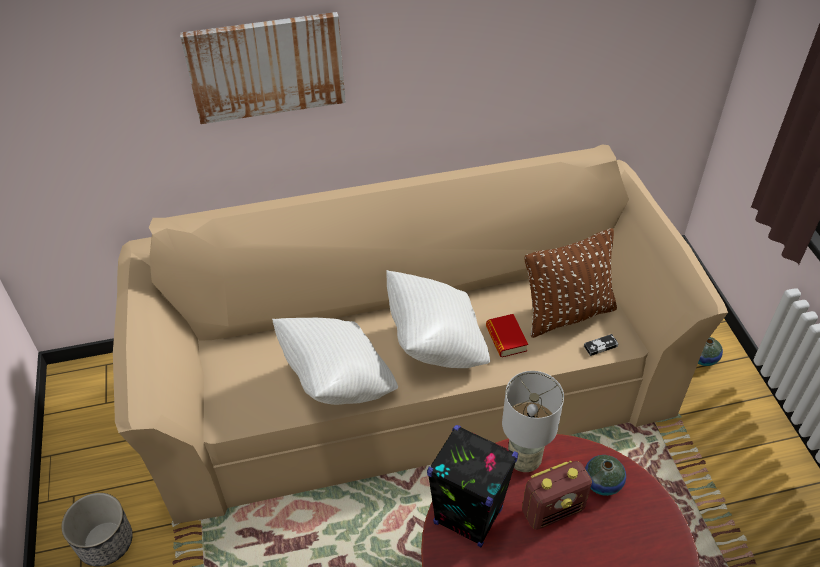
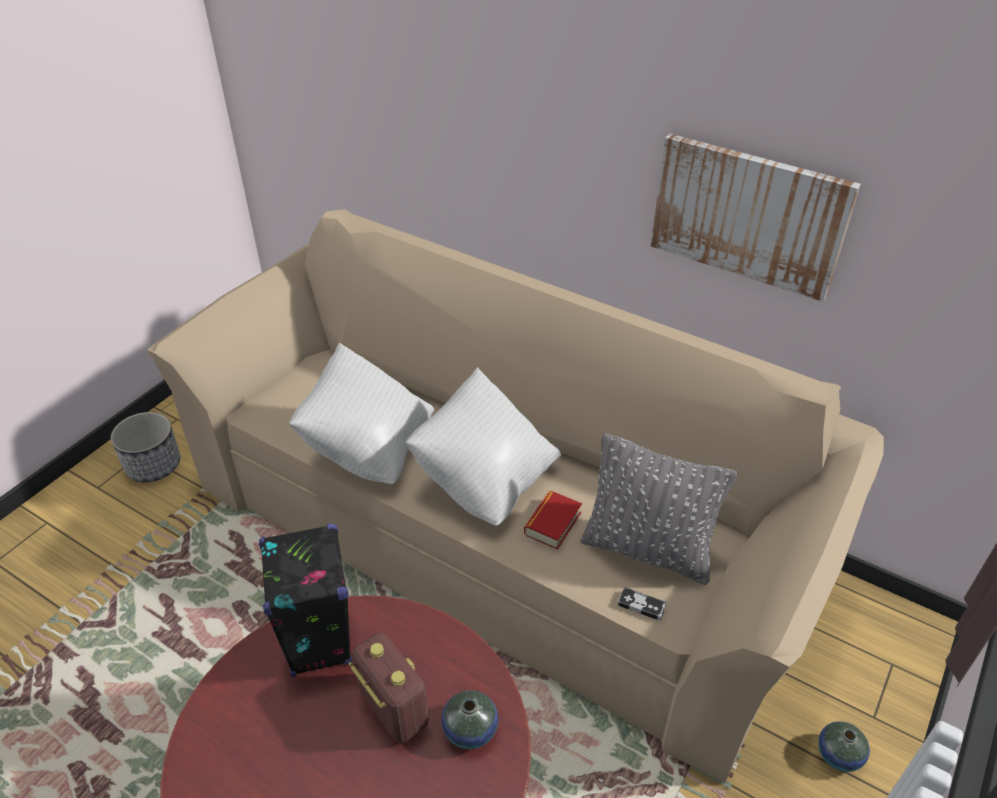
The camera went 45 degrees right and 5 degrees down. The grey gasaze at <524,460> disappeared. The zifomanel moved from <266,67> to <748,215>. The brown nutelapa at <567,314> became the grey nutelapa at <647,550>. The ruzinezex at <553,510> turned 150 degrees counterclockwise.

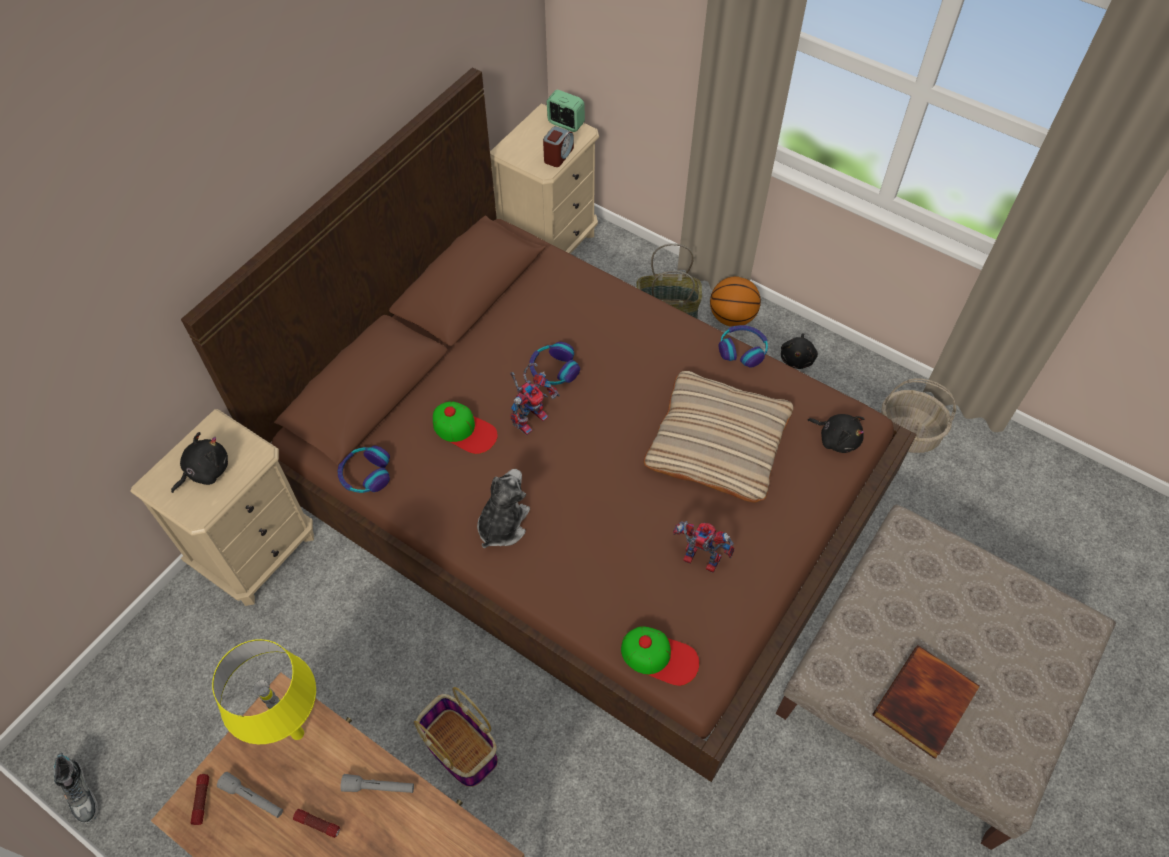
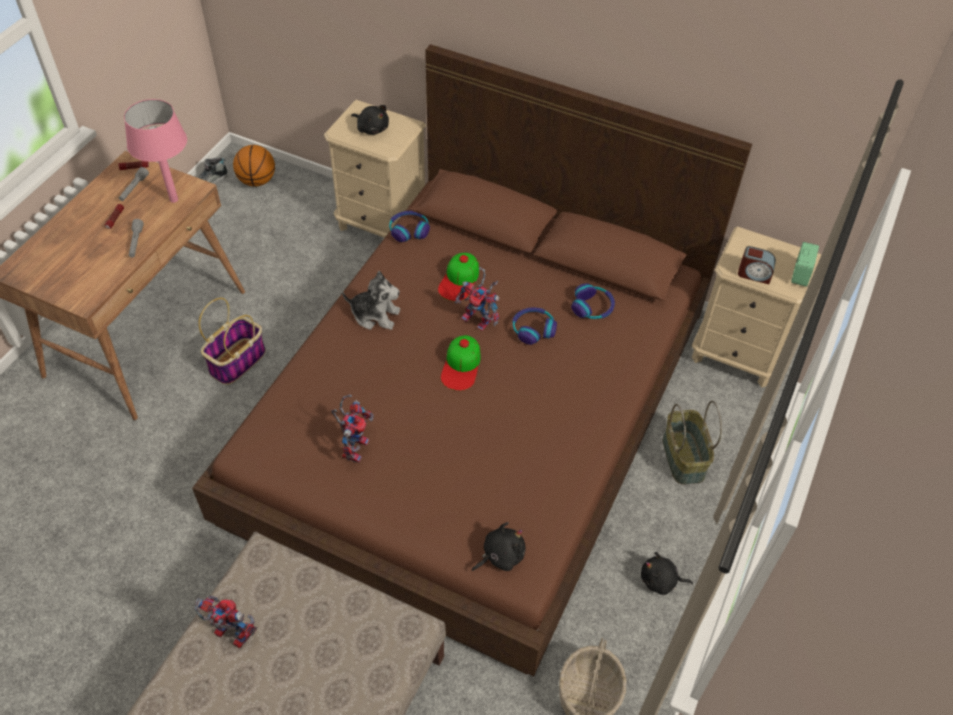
The camera went 80 degrees right and 5 degrees down. The beige nutelapa at <718,442> disappeared. The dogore moved from <659,657> to <461,366>. The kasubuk moved from <731,317> to <257,181>. The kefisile moved from <742,350> to <592,307>. The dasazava at <925,704> was replaced by the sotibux at <229,634>. The yellow gasaze at <297,732> became the pink gasaze at <174,199>. The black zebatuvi at <836,439> turned 150 degrees counterclockwise.

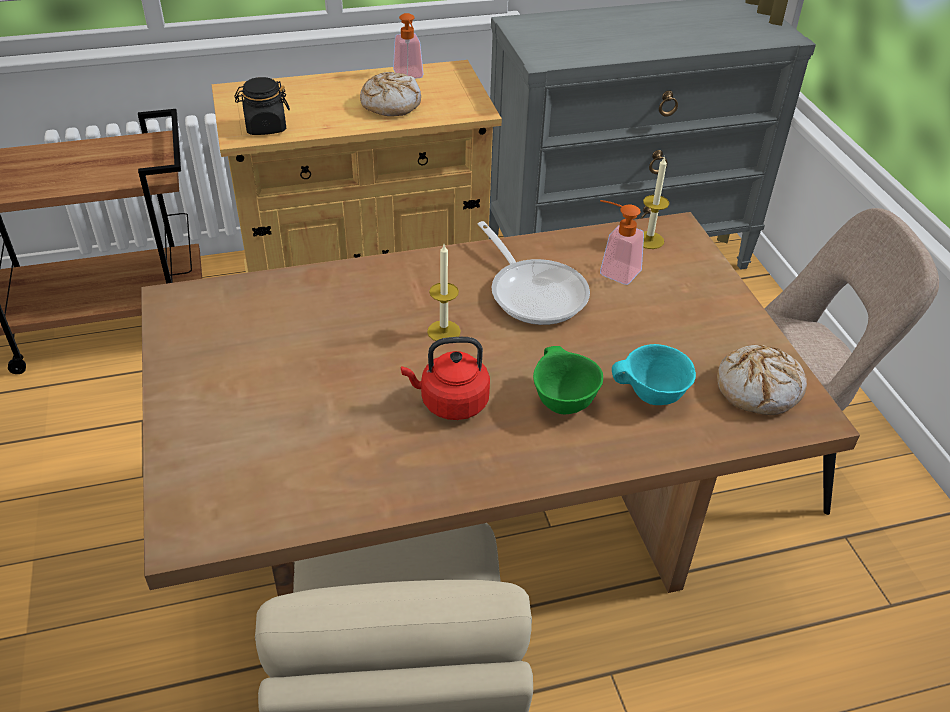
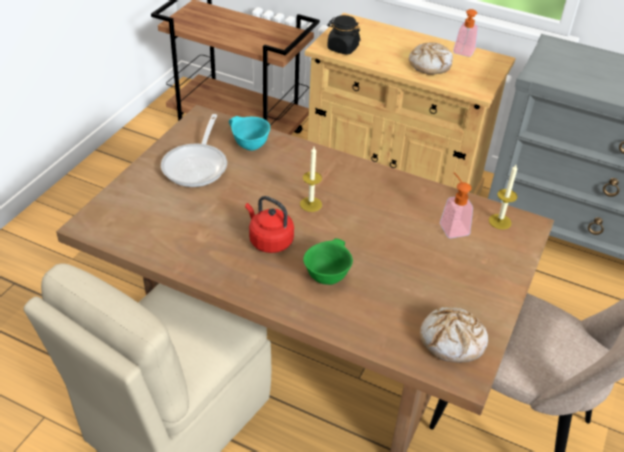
The camera went 40 degrees right and 0 degrees up. The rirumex moved from <534,292> to <197,165>. The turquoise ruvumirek moved from <652,396> to <249,145>.

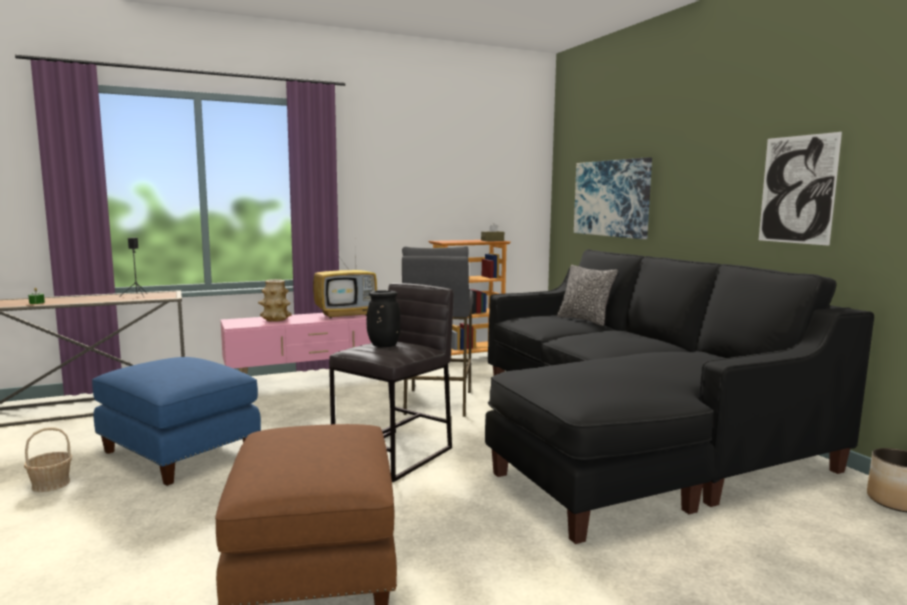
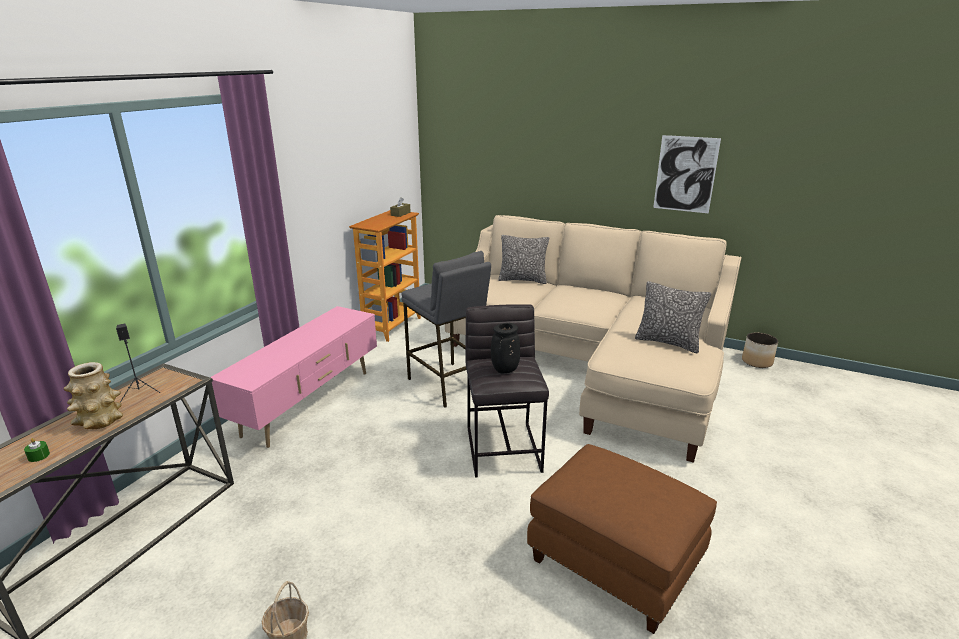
The camera went 40 degrees left and 15 degrees up. The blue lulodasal at <178,453> disappeared. The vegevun at <346,314> disappeared. The zifomanel at <611,198> disappeared. The nutelapa at <668,342> appeared. The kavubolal moved from <275,319> to <100,421>. The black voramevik at <625,430> became the beige voramevik at <594,362>.

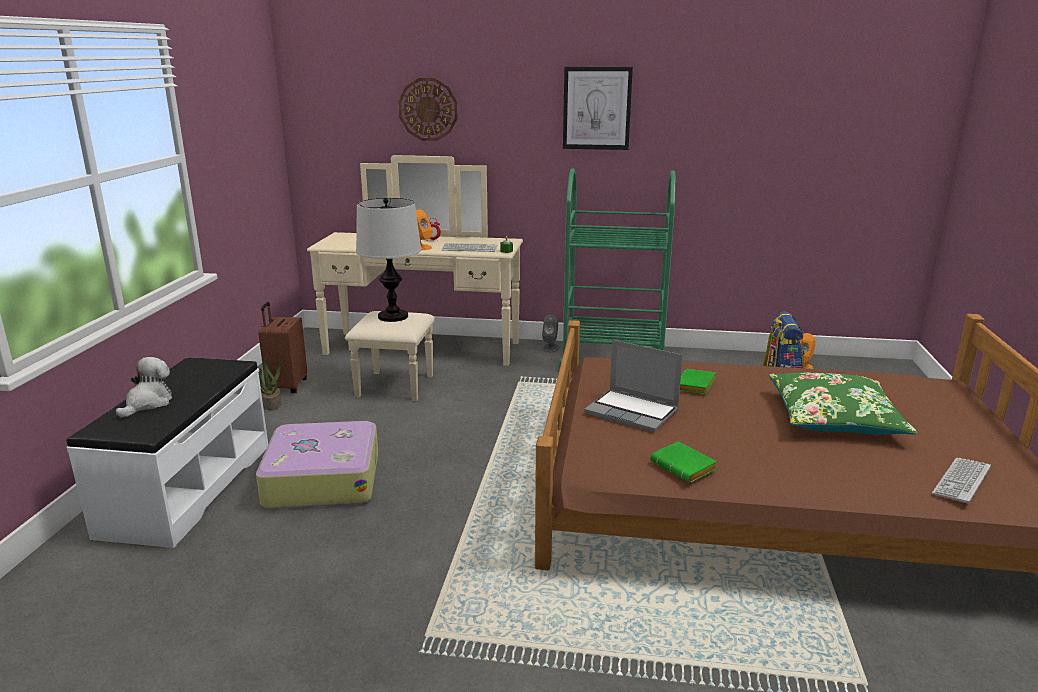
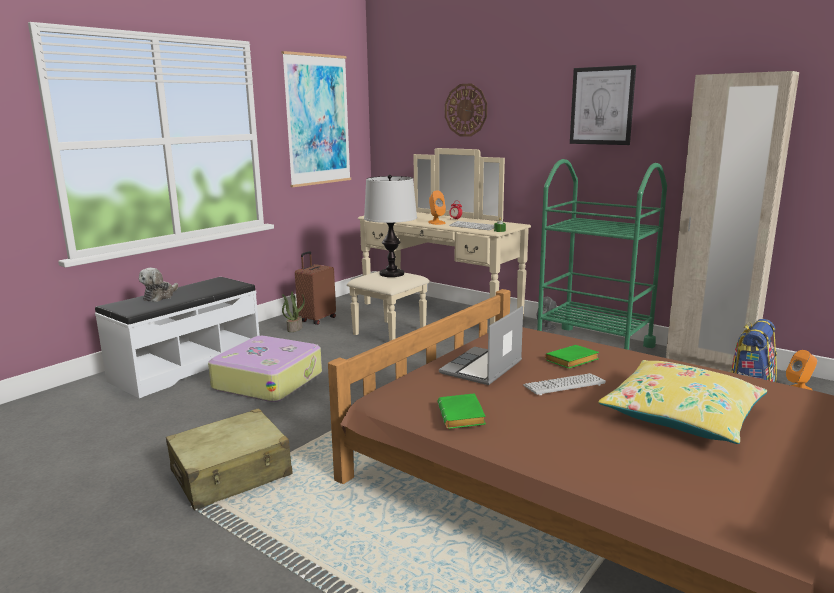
The camera went 30 degrees right and 5 degrees down. The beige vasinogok at <231,474> appeared. The zifomanel at <317,120> appeared. The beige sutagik at <709,363> appeared. The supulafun moved from <961,481> to <564,385>. The green nutelapa at <834,418> became the yellow nutelapa at <682,415>. The zebatuvi at <148,403> turned 150 degrees clockwise. The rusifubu at <633,412> turned 60 degrees clockwise.

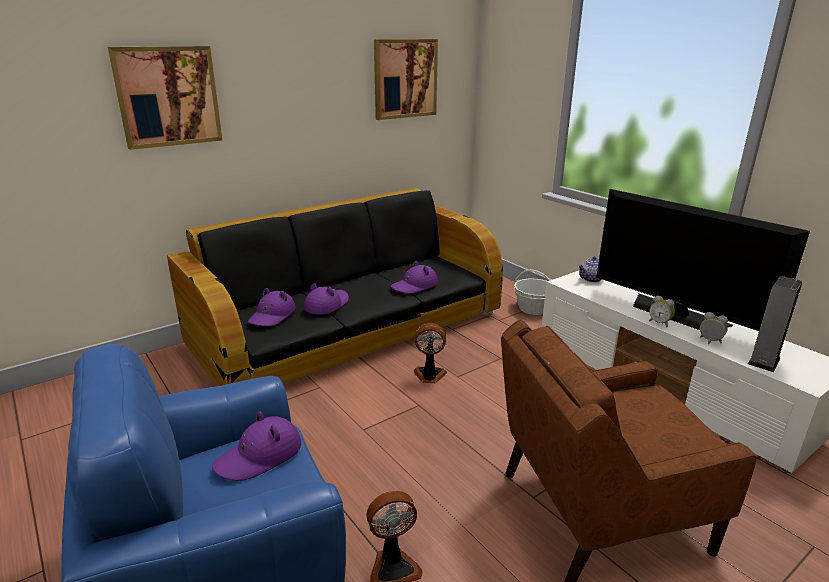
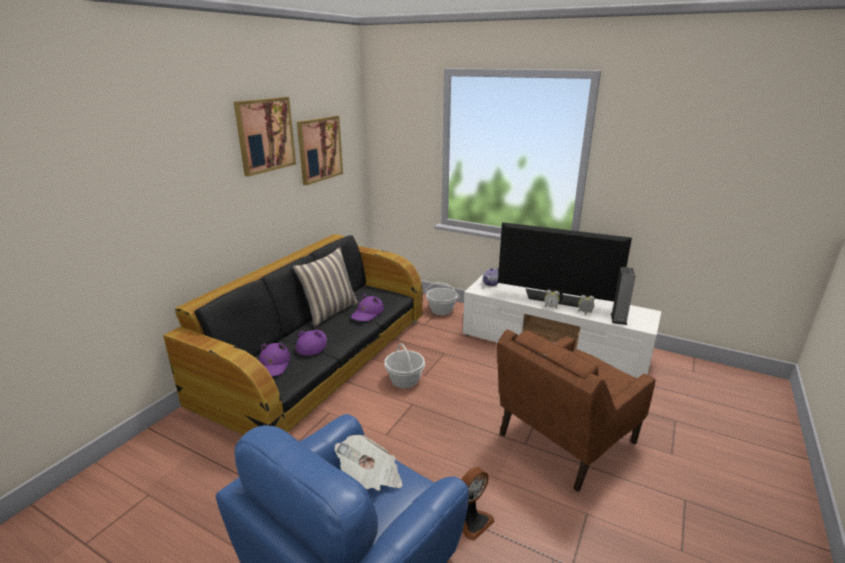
The camera went 25 degrees left and 0 degrees up. The nutelapa at <330,311> appeared. The zifomanel moved from <168,96> to <265,135>. The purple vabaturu at <259,456> was replaced by the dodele at <371,477>. The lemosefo at <429,376> was replaced by the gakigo at <404,380>.

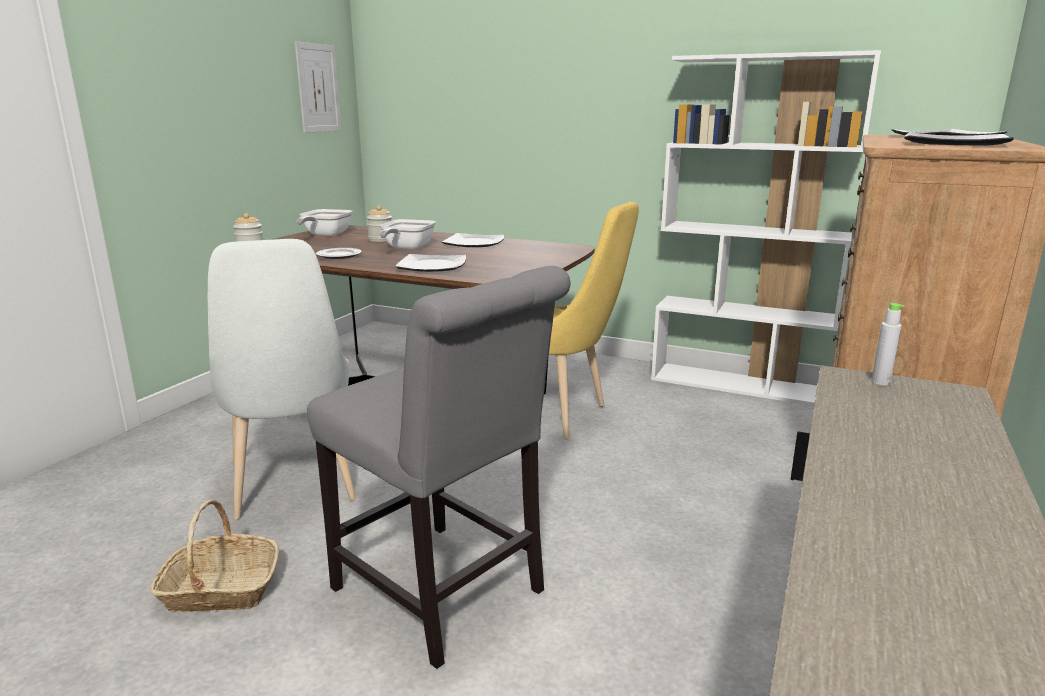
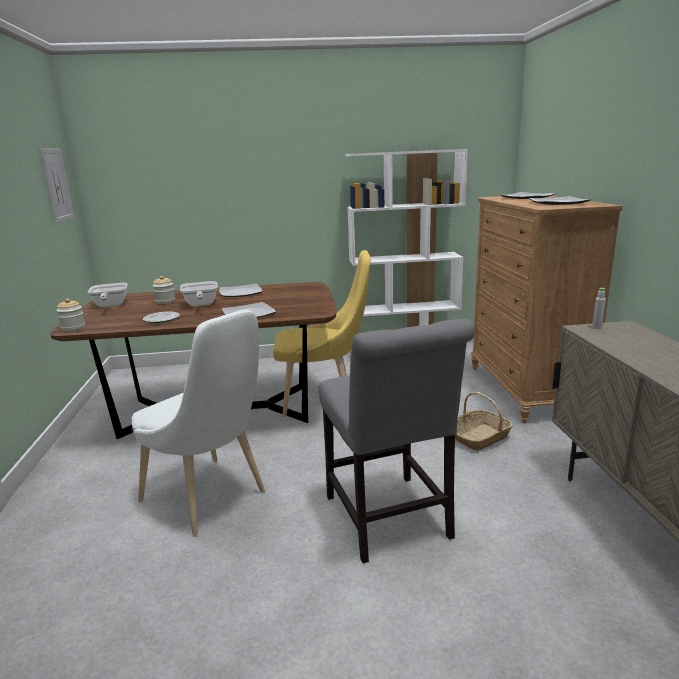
The camera went 30 degrees left and 0 degrees up. The gakigo moved from <220,590> to <480,437>. The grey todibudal at <445,595> turned 60 degrees clockwise.

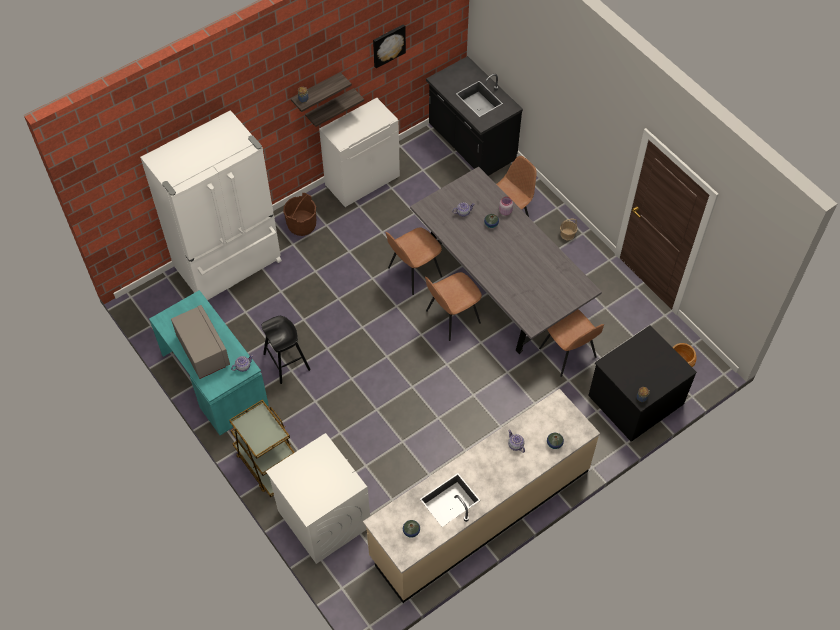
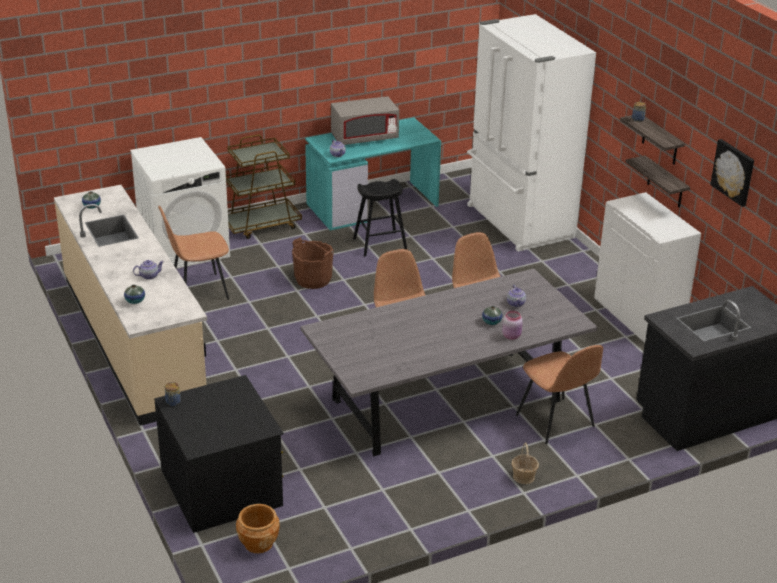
The camera went 100 degrees right and 25 degrees down. The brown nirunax moved from <301,225> to <313,279>. The brown todibudal moved from <568,354> to <198,290>.

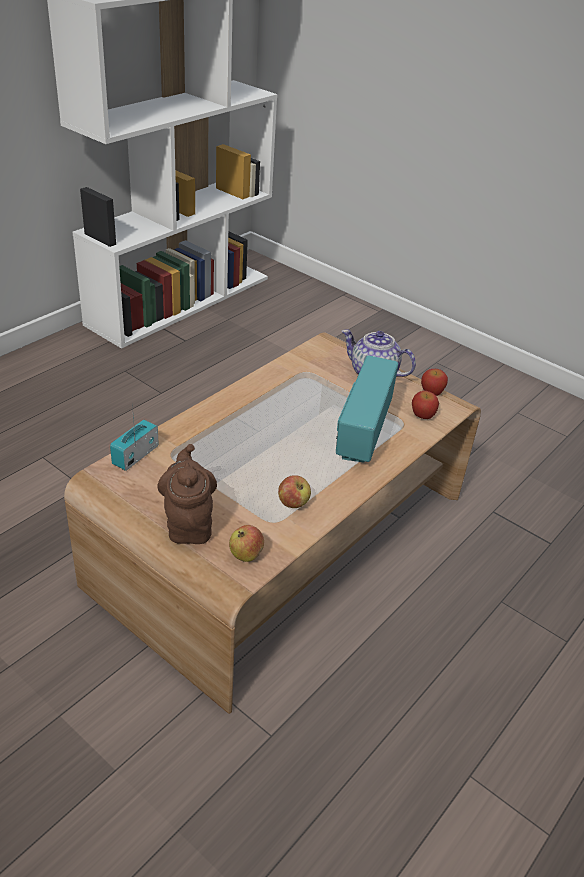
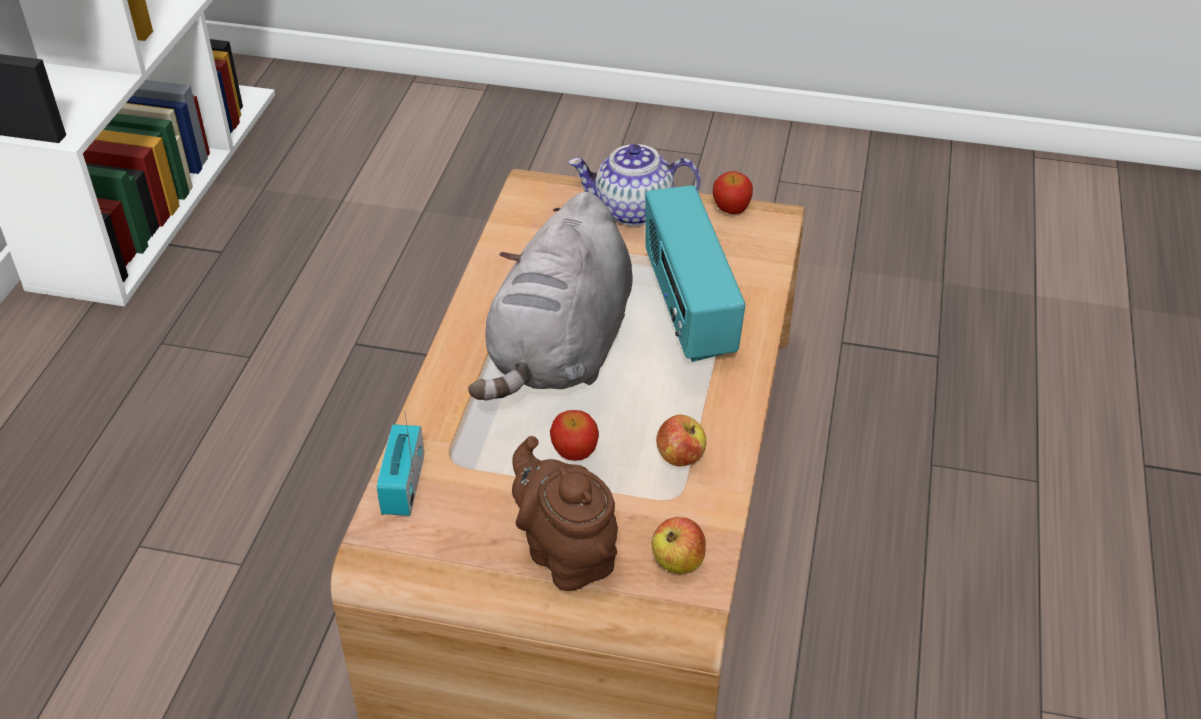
The camera went 25 degrees left and 5 degrees up. The grey zebatuvi at <561,351> appeared. The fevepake moved from <422,415> to <574,452>.

